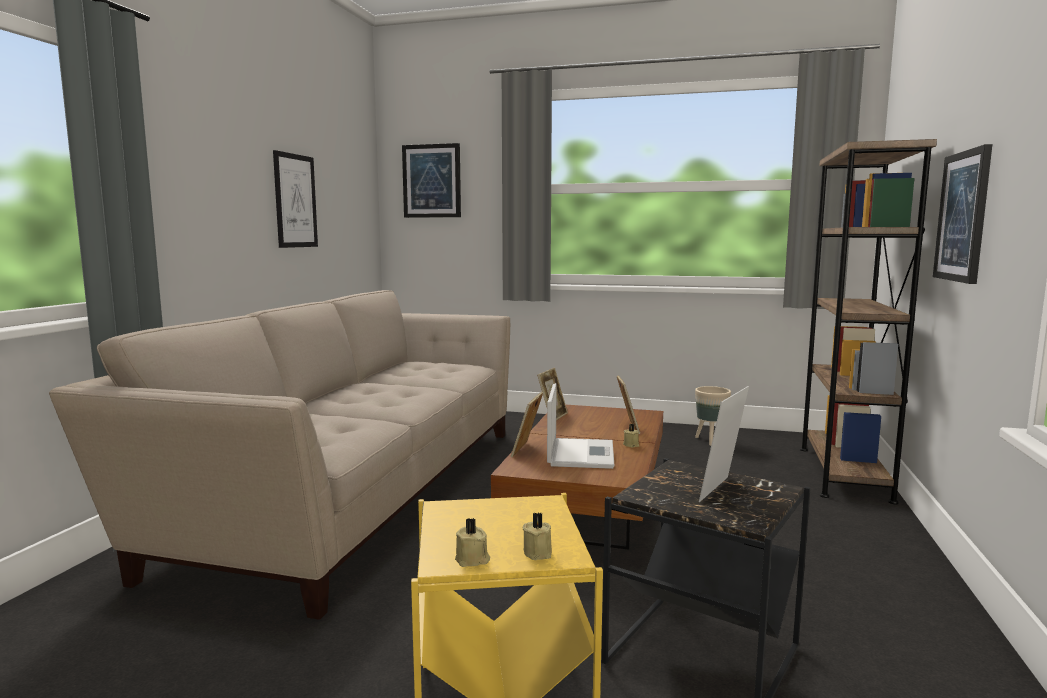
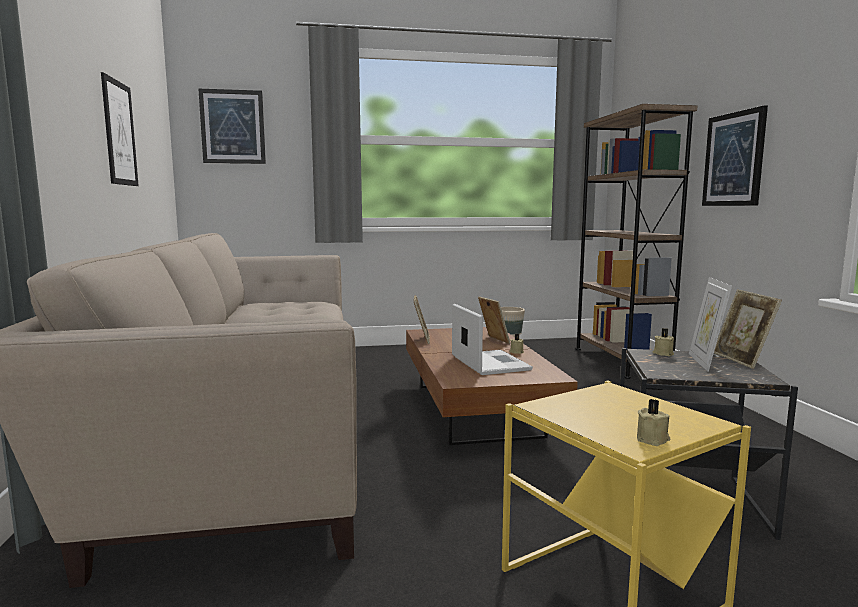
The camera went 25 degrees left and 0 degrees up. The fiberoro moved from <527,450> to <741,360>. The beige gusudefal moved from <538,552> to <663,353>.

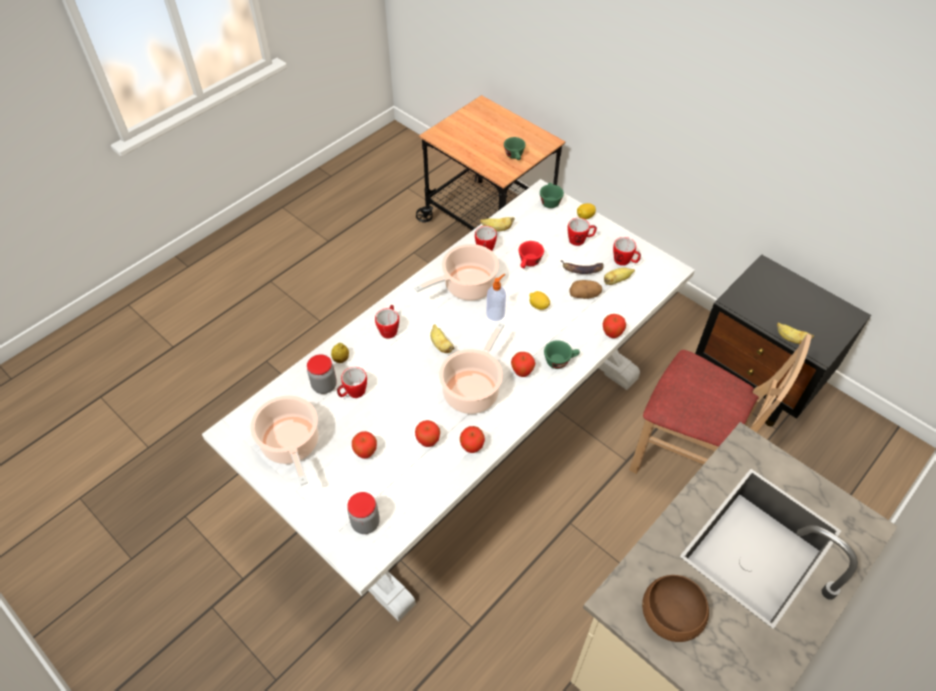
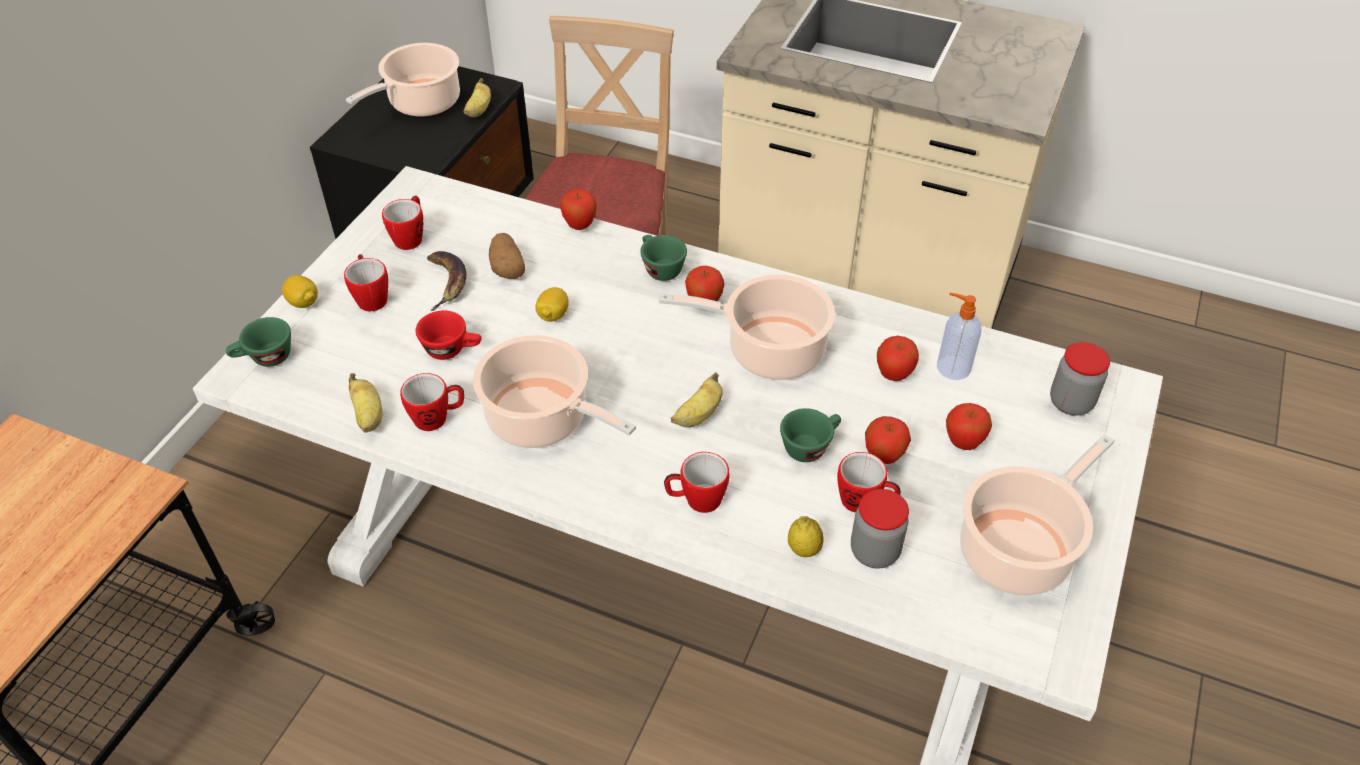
The camera went 110 degrees left and 5 degrees down. The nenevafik at <616,281> disappeared. The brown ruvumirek at <671,614> disappeared. The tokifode at <421,103> appeared. The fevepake moved from <472,447> to <883,457>. The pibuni moved from <496,313> to <952,367>. The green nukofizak moved from <515,156> to <810,445>.

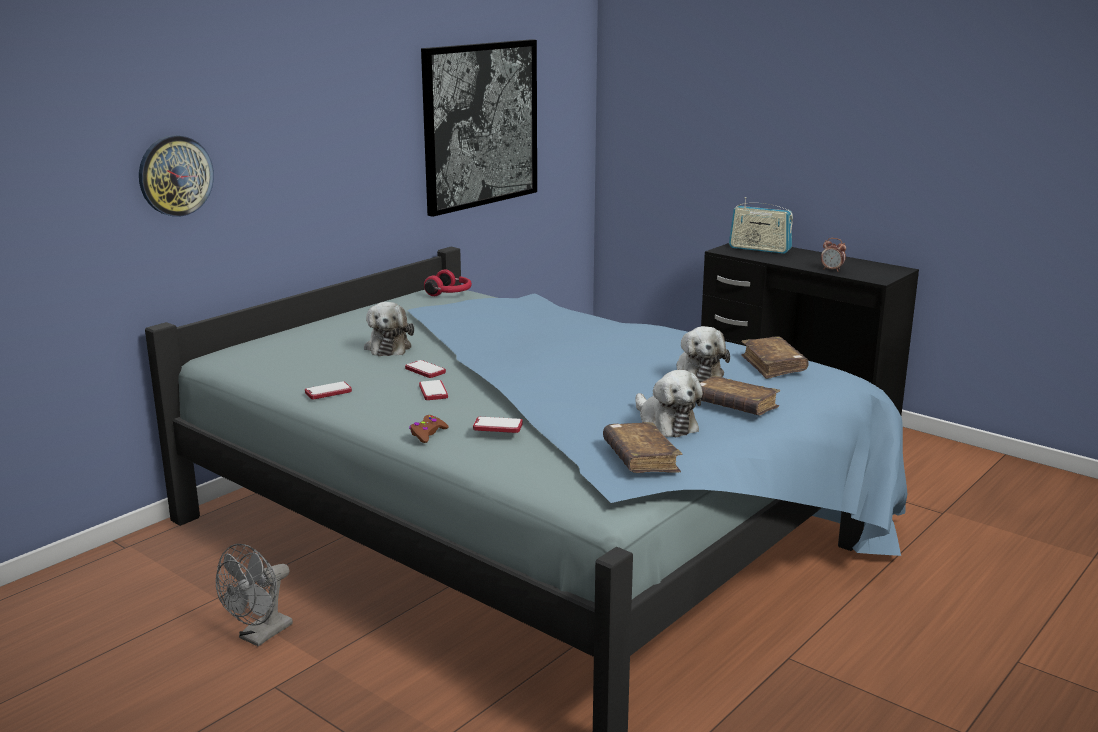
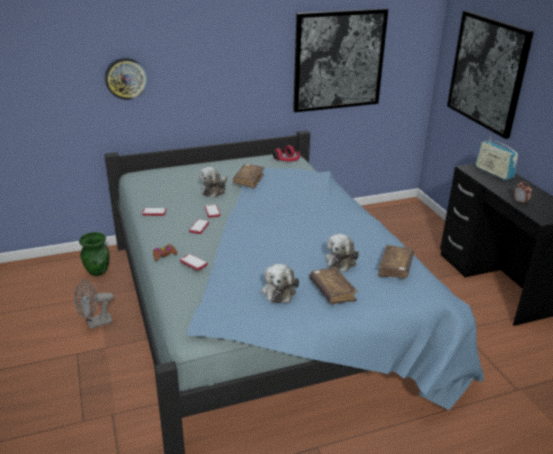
The camera went 30 degrees right and 10 degrees up. The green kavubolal at <98,271> appeared. The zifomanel at <487,72> appeared. The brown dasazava moved from <640,459> to <249,180>.

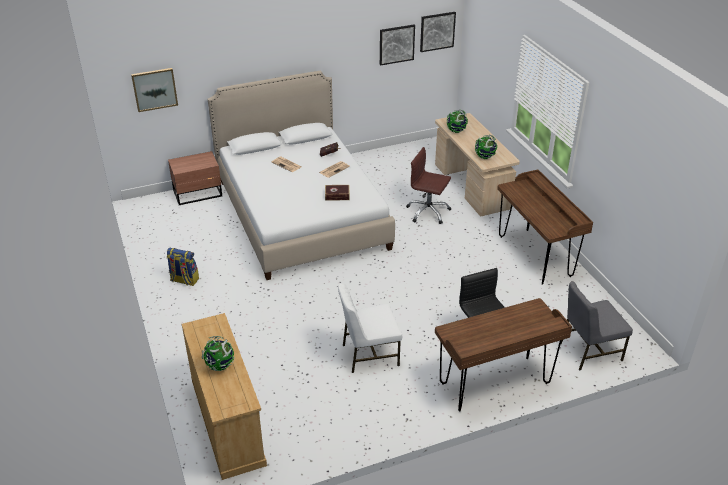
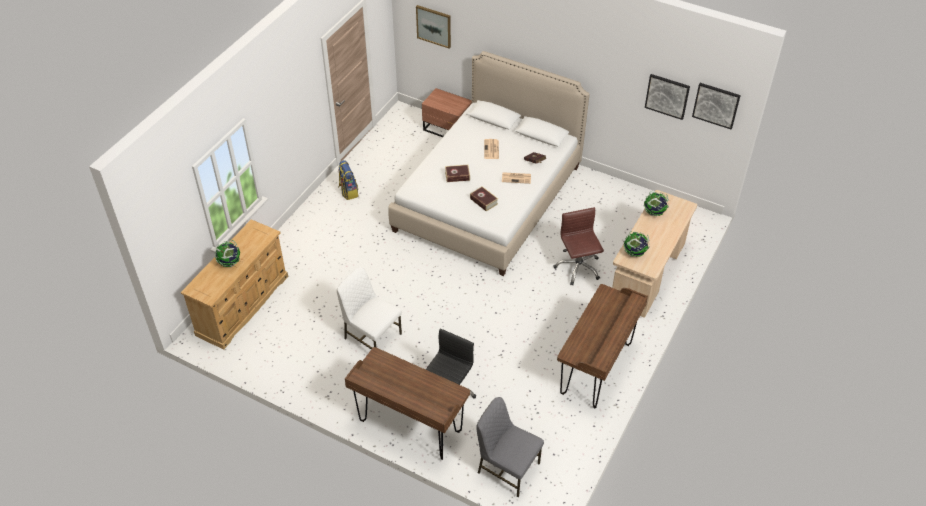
The camera went 50 degrees right and 10 degrees up. The dasazava at <457,176> appeared.

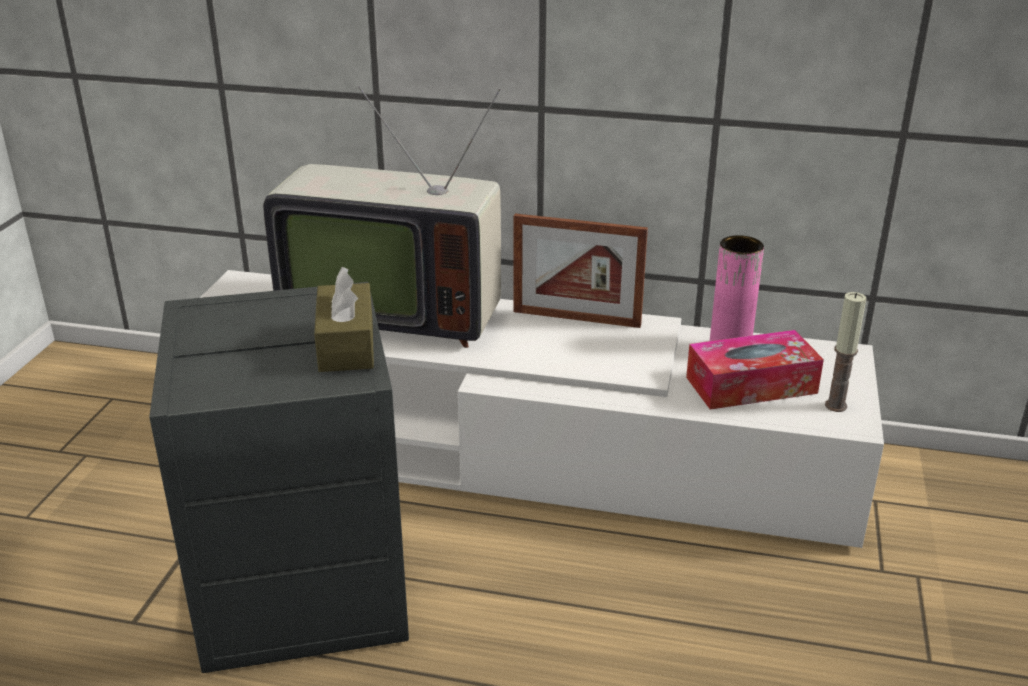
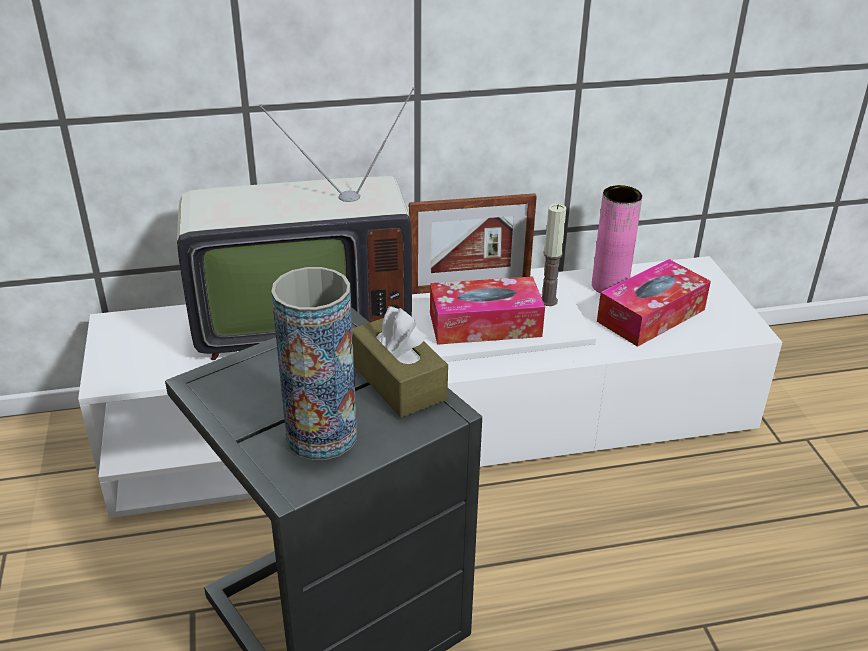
The camera went 25 degrees left and 5 degrees up. The kavubolal at <321,435> appeared. The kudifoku at <485,324> appeared. The gusudefal moved from <835,406> to <548,301>.

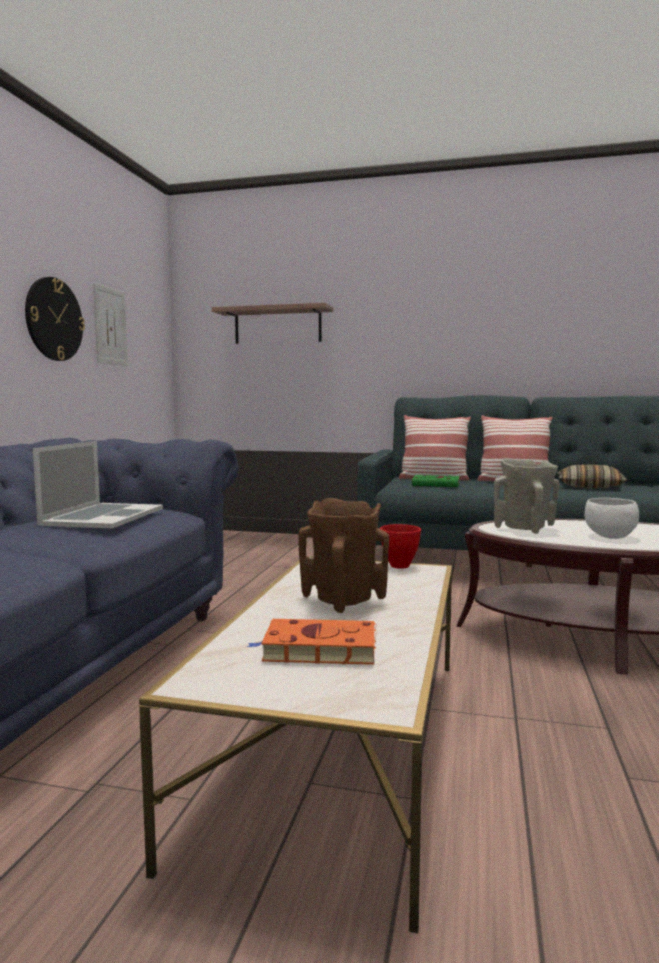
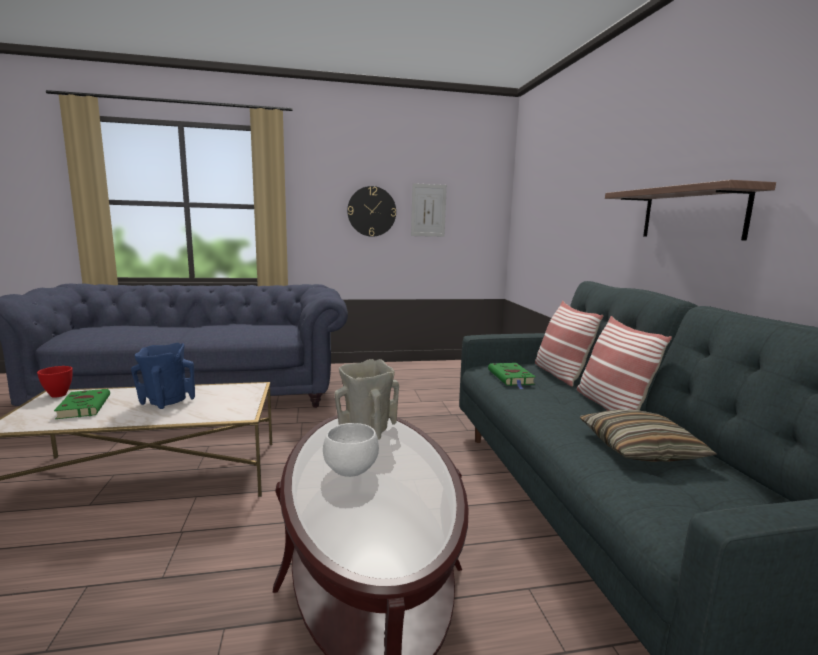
The camera went 65 degrees right and 5 degrees up. The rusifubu at <103,516> disappeared. The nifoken moved from <277,326> to <692,214>. The red ruvumirek moved from <400,566> to <58,395>. The orange dasazava at <316,649> became the green dasazava at <84,406>. The brown kavubolal at <343,600> became the blue kavubolal at <166,402>.

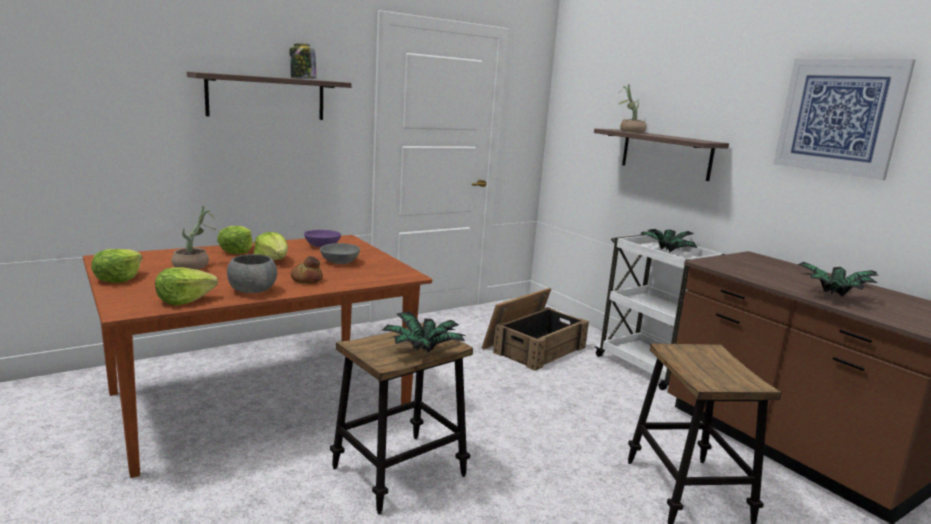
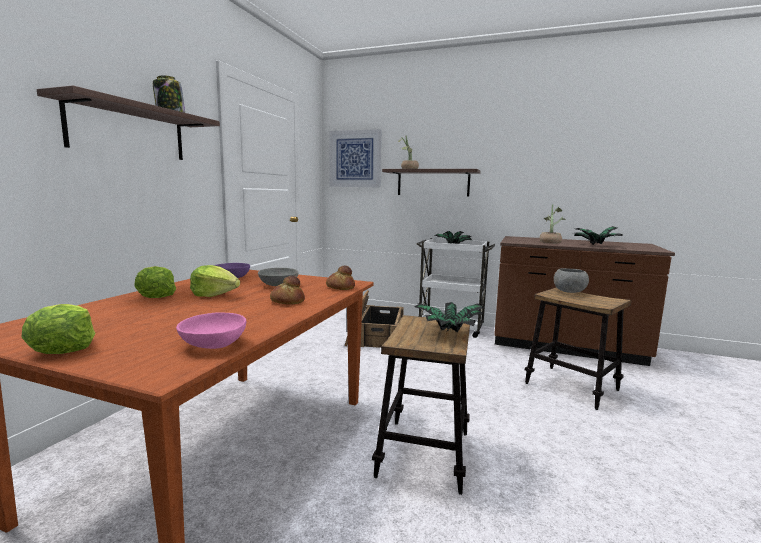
The camera went 35 degrees left and 5 degrees down. The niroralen at <340,287> appeared. The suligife moved from <195,265> to <550,242>. The grey ruvumirek moved from <252,291> to <569,291>. The zifomanel moved from <839,116> to <355,159>. The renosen at <184,300> was replaced by the pink ruvumirek at <213,344>.

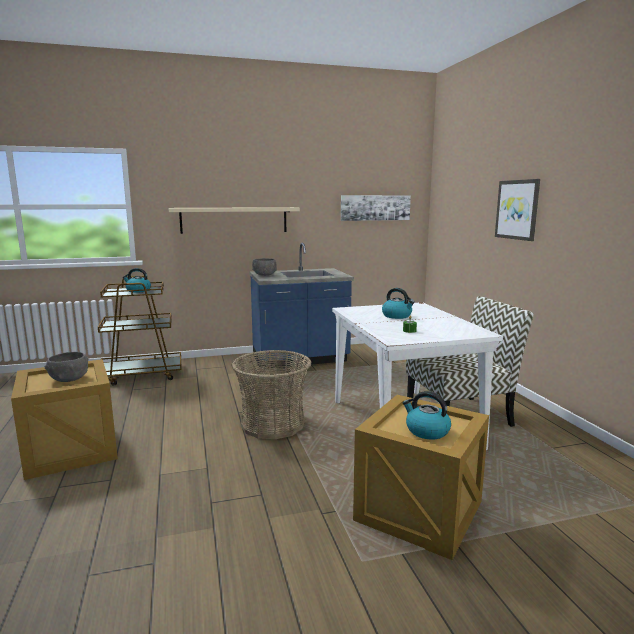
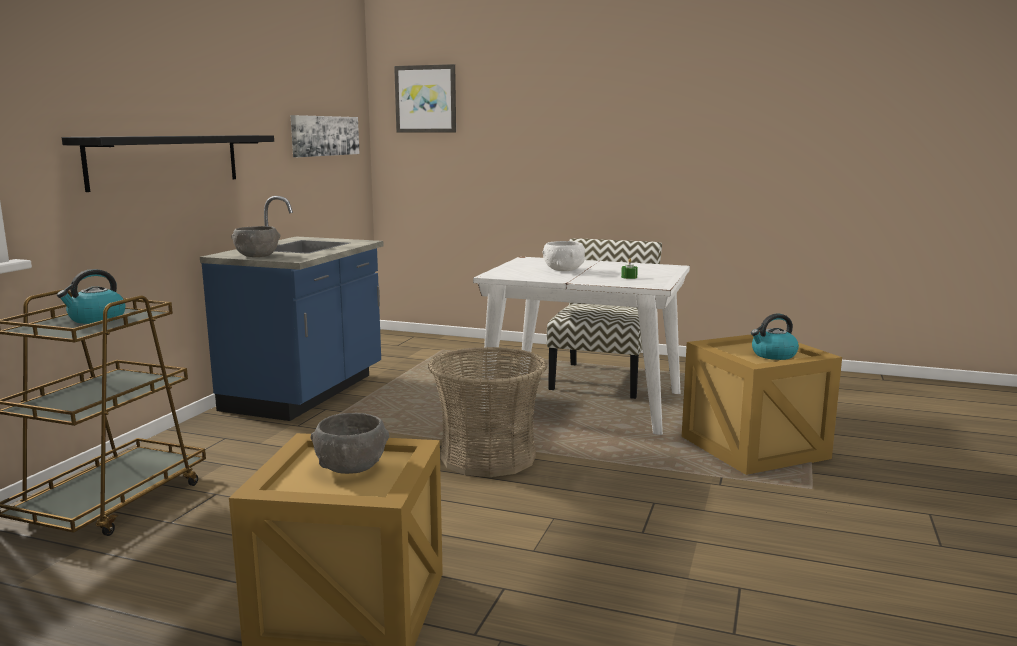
The camera went 55 degrees left and 0 degrees up. The zifomanel moved from <517,209> to <426,99>. The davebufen at <397,316> was replaced by the white ruvumirek at <563,270>. The beige nifoken at <234,220> became the black nifoken at <166,160>.

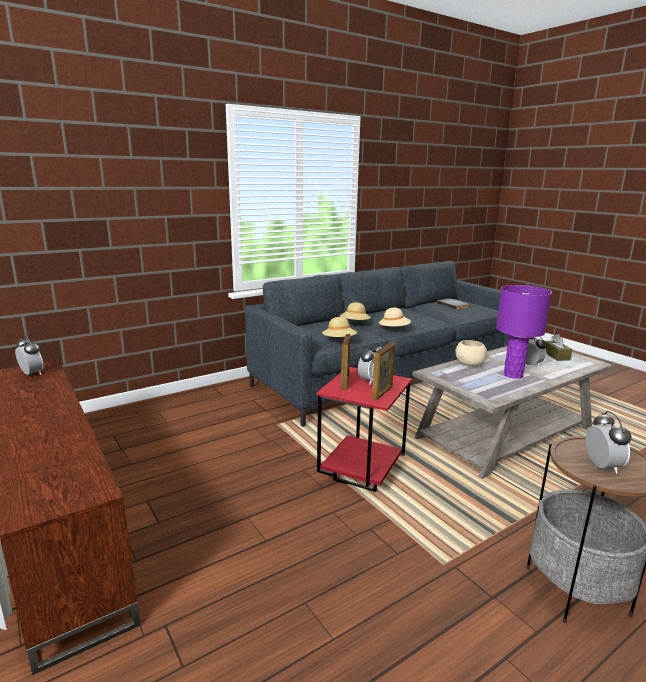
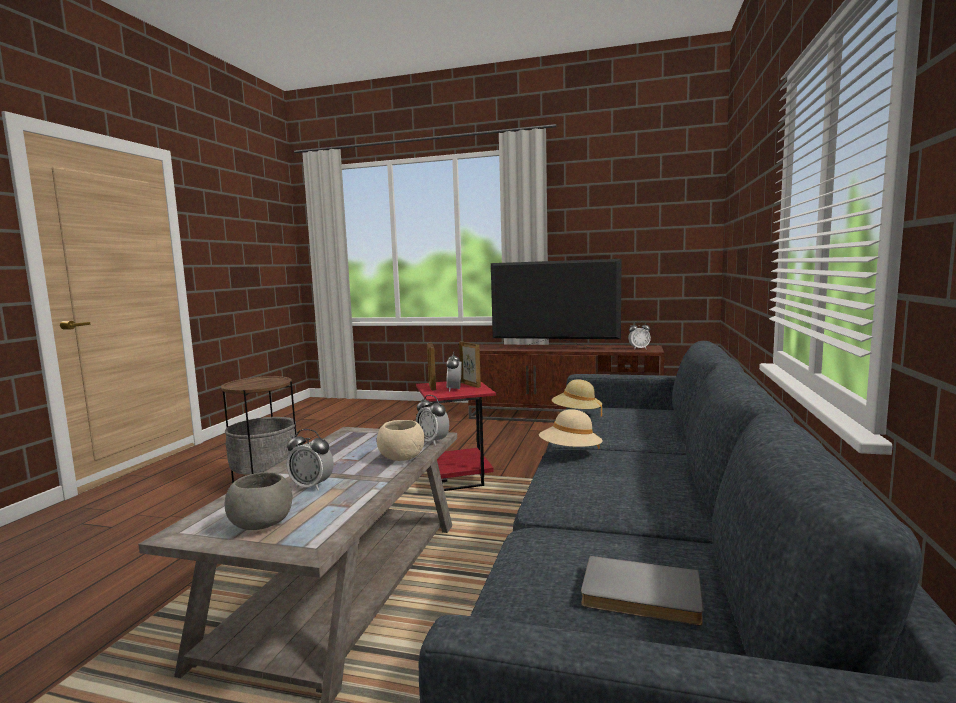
The camera went 140 degrees right and 10 degrees down. The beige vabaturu at <355,324> disappeared. The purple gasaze at <513,375> disappeared. The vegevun at <554,348> appeared. The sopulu moved from <602,466> to <433,442>. The brown kudifoku at <556,355> was replaced by the grey ruvumirek at <261,525>.

